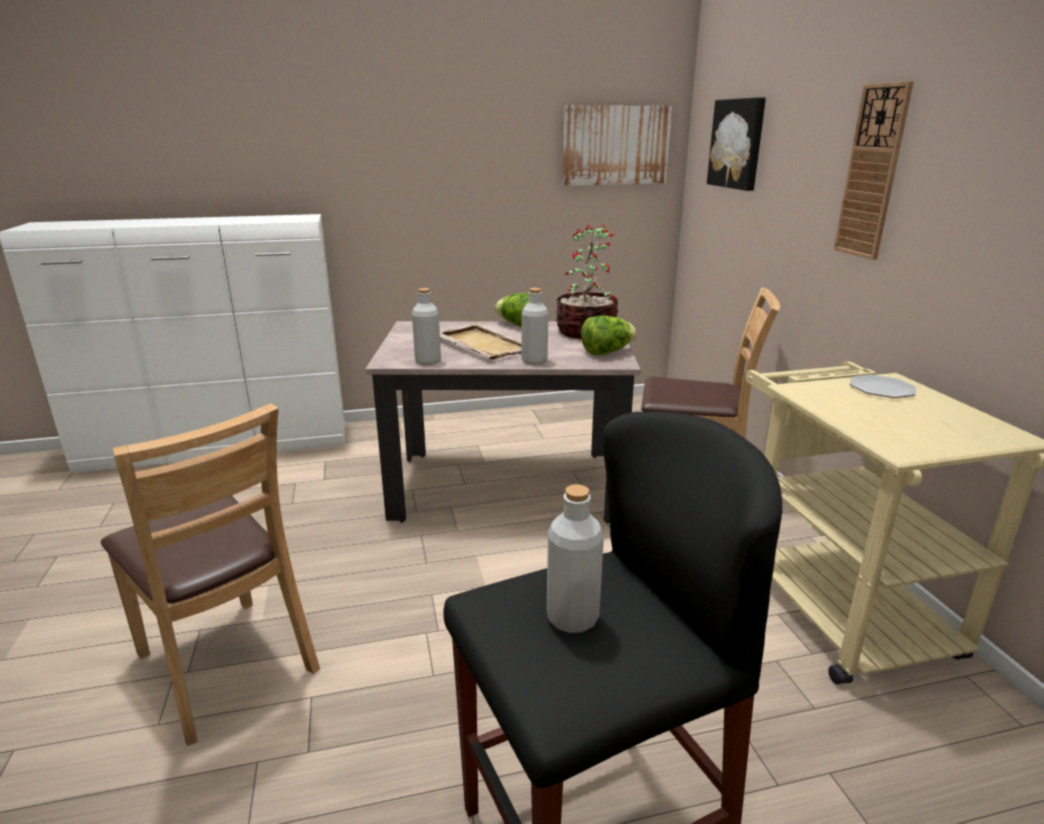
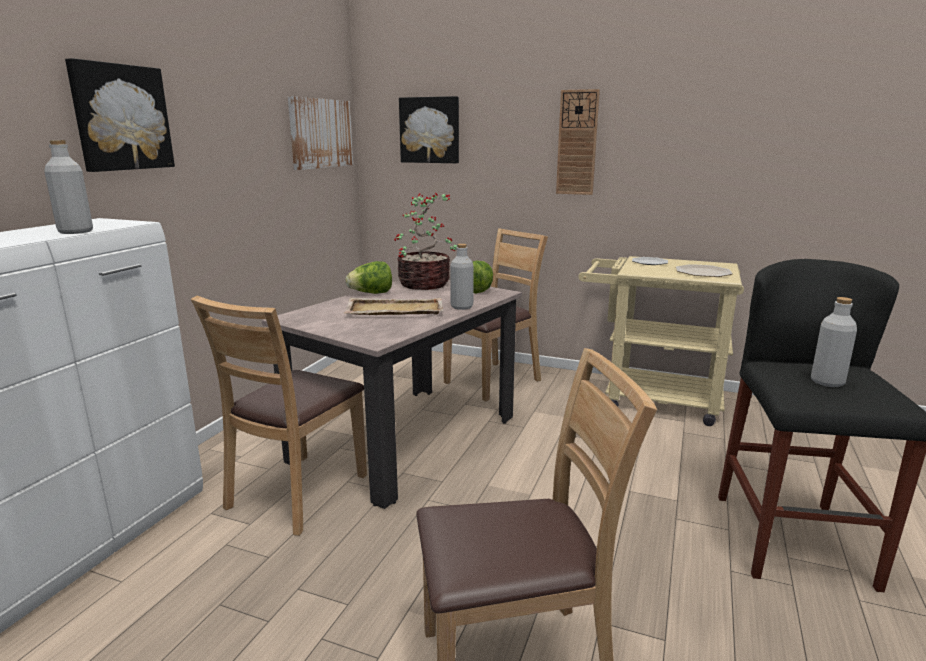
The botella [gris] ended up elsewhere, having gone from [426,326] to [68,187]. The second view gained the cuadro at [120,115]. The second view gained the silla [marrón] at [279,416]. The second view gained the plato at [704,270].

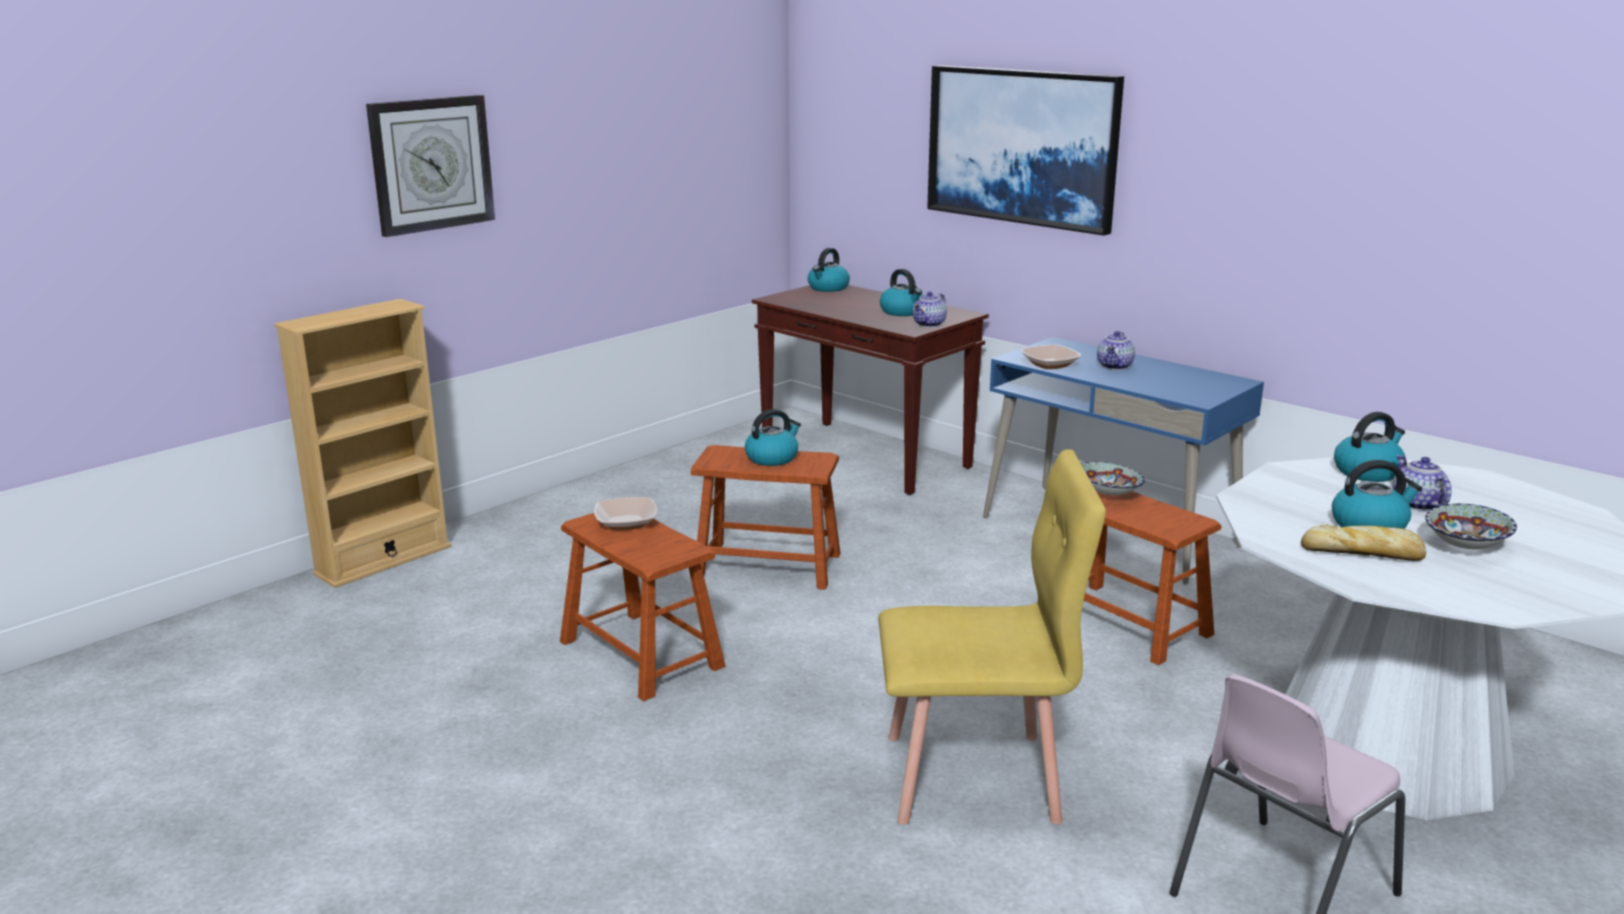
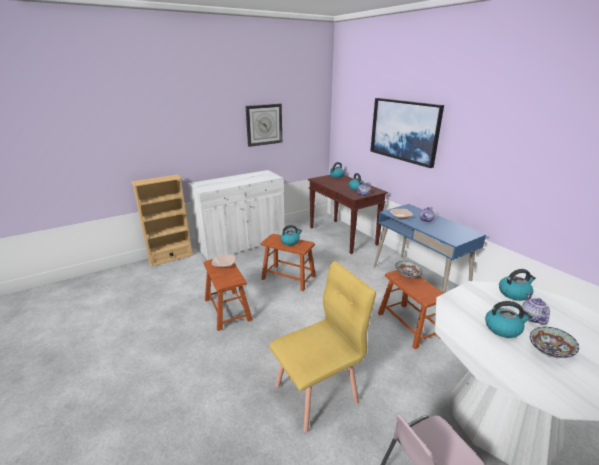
The reloj de pared ended up elsewhere, having gone from [430,166] to [264,125]. The silla [amarillo] at [992,637] ended up facing another way, 45 degrees counterclockwise from before. The second view lost the pan at [1363,542]. The second view gained the armario [blanco] at [236,215].

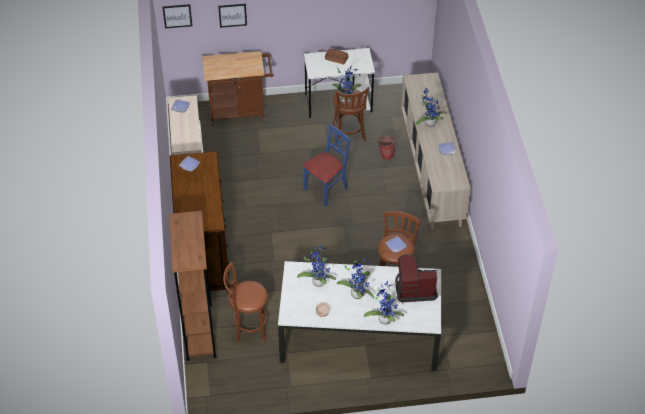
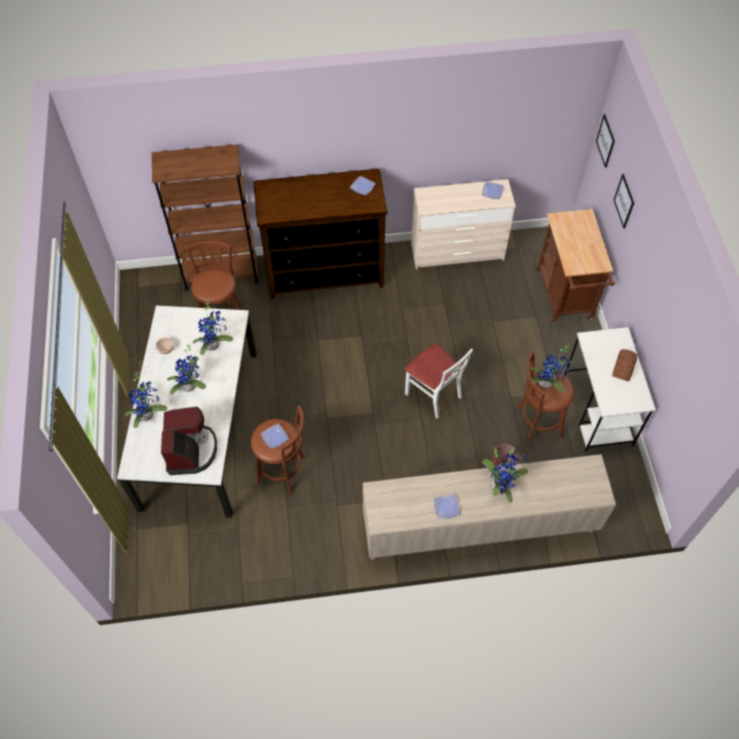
What was the silla [azul] at [326,165] turned into the silla [blanco] at [439,381].

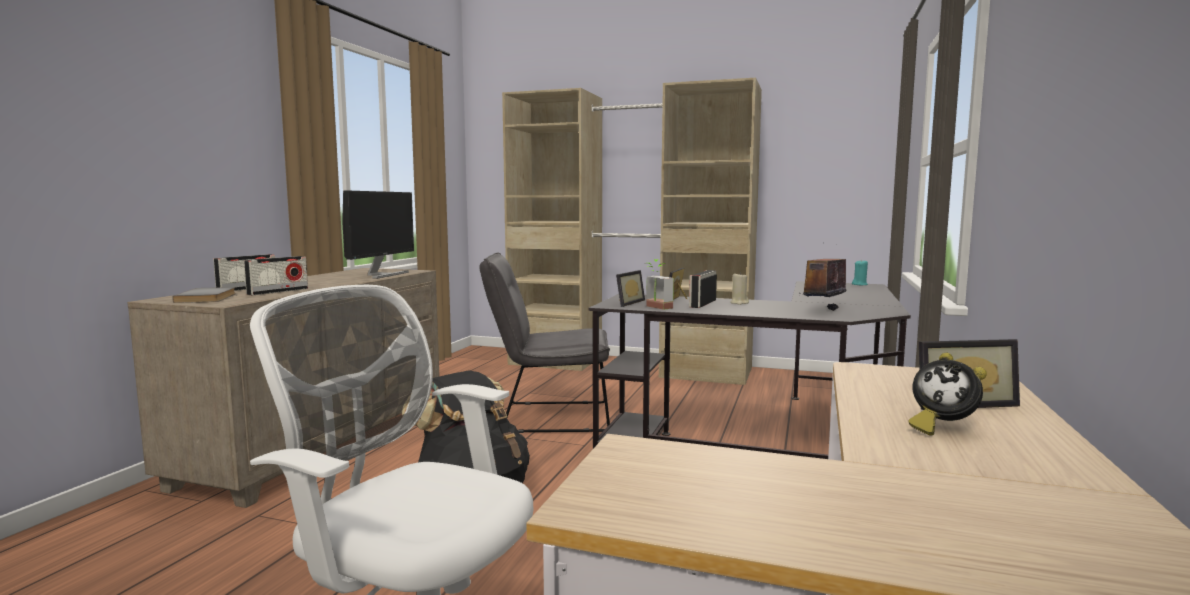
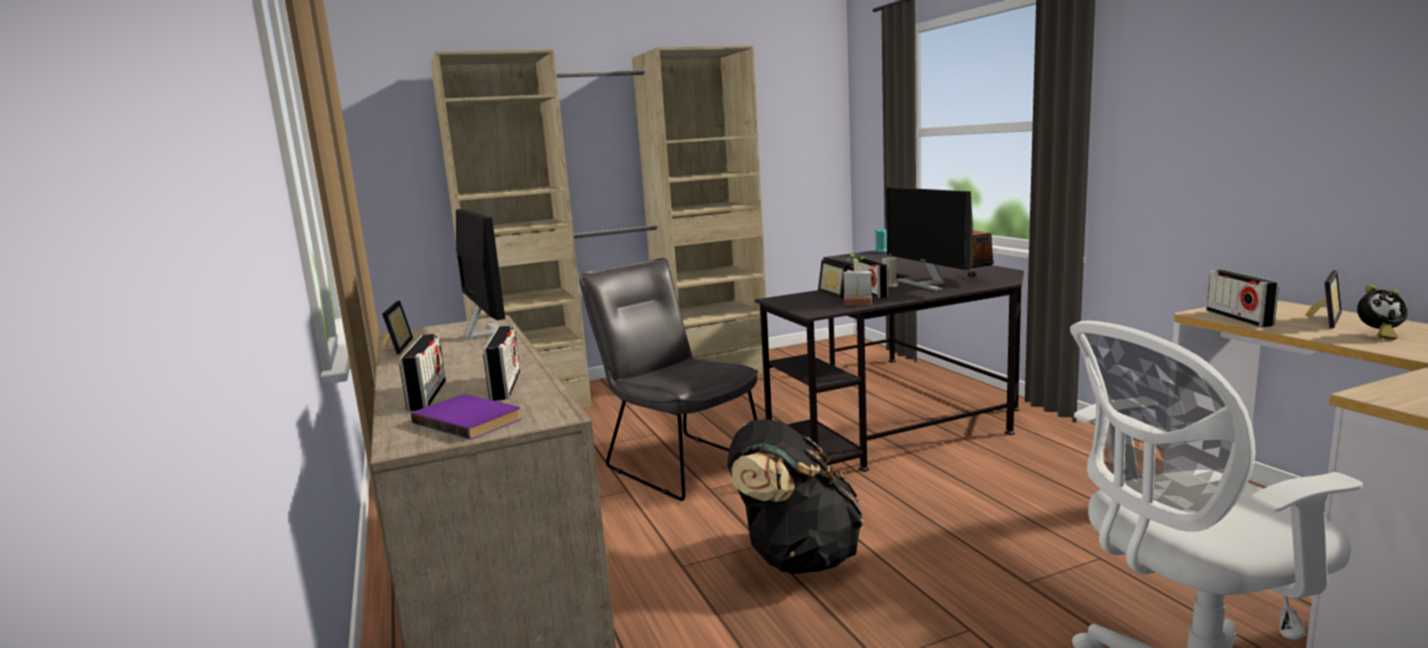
What was the libro [gris] at [204,295] turned into the libro [morado] at [466,417]. The silla [gris] at [544,343] ended up facing another way, 90 degrees clockwise from before. The portarretratos ended up elsewhere, having gone from [630,288] to [397,327]. The second view gained the monitor at [929,239]. The second view gained the radio at [1243,298].

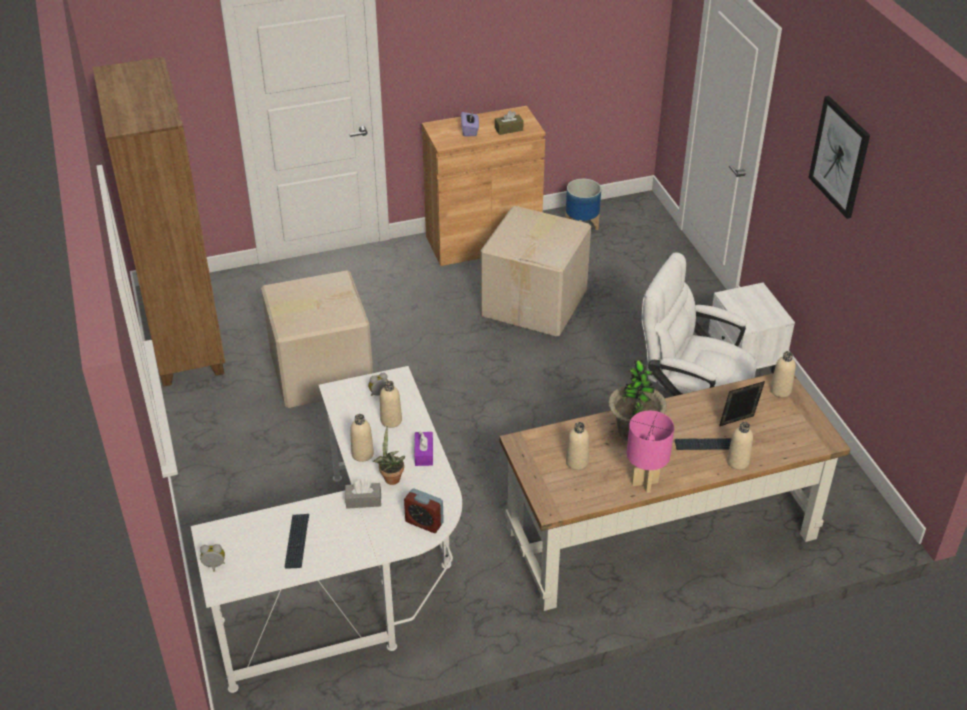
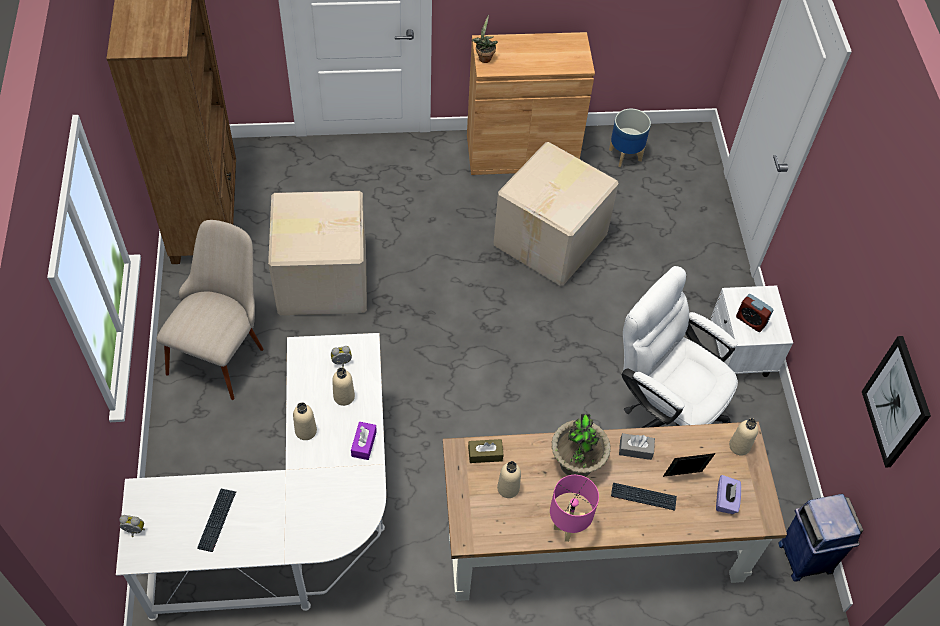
The caja de pañuelos [gris] ended up elsewhere, having gone from [363,494] to [637,446]. The planta en maceta ended up elsewhere, having gone from [389,455] to [485,39]. The despertador ended up elsewhere, having gone from [424,510] to [754,313]. The caja de pañuelos [morado] ended up elsewhere, having gone from [470,123] to [728,494]. The caja de pañuelos [marrón] ended up elsewhere, having gone from [509,123] to [485,451]. The second view lost the botella [beis] at [740,446]. The cuadro ended up elsewhere, having gone from [839,157] to [896,402]. The second view gained the silla [beis] at [210,310]. The second view gained the papelera [azul] at [821,538].

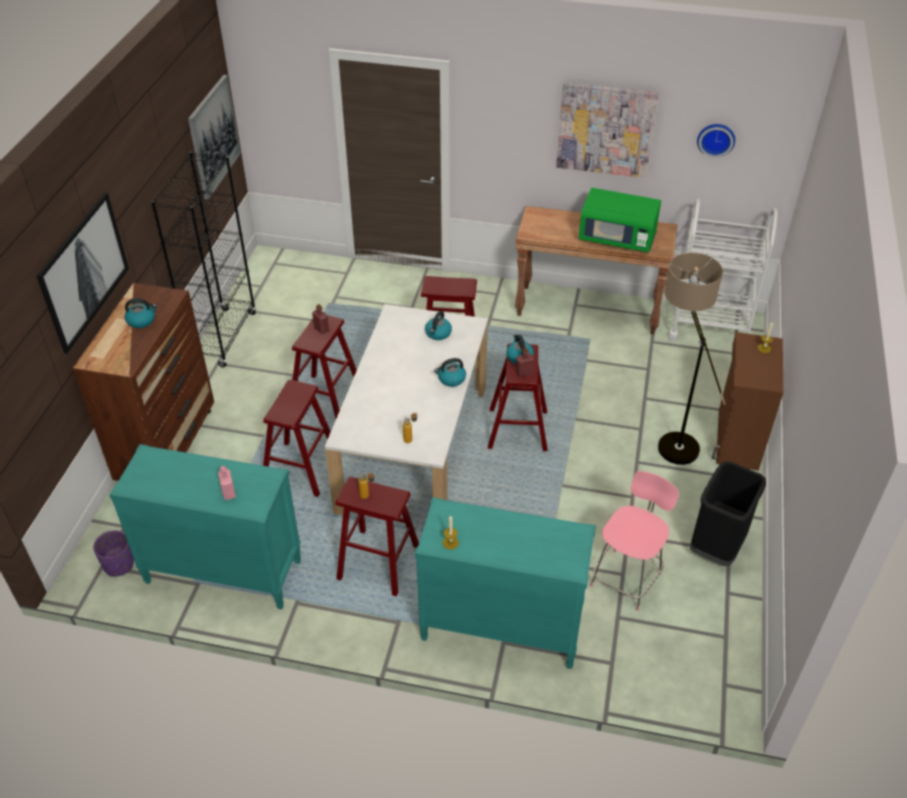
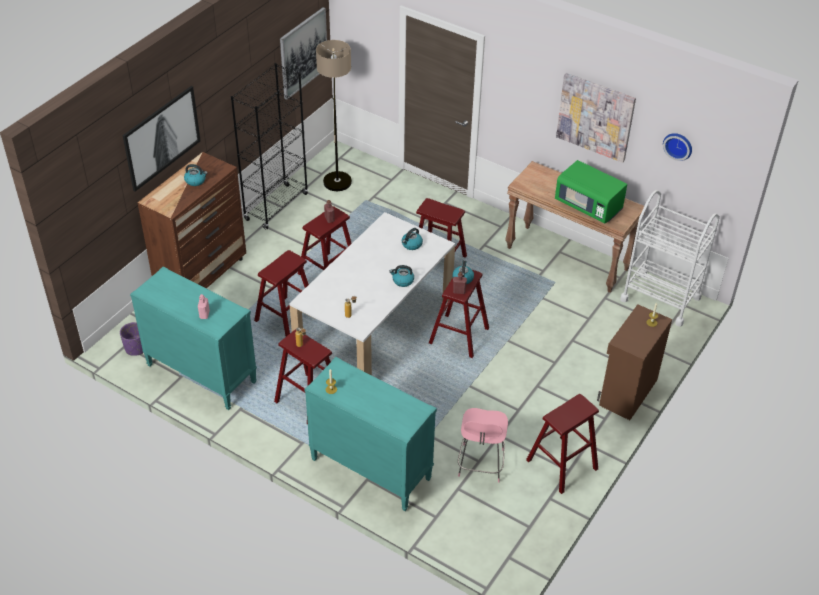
The silla [rosa] at [634,541] ended up facing another way, 135 degrees clockwise from before. The lámpara de pie ended up elsewhere, having gone from [691,359] to [334,115]. Where the papelera [negro] stood at [728,513], the taburete [rojo] came to stand at [562,444].

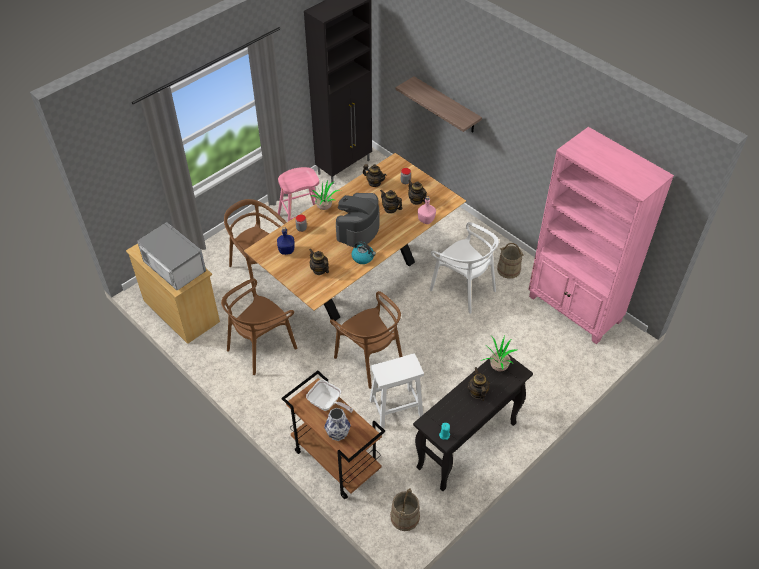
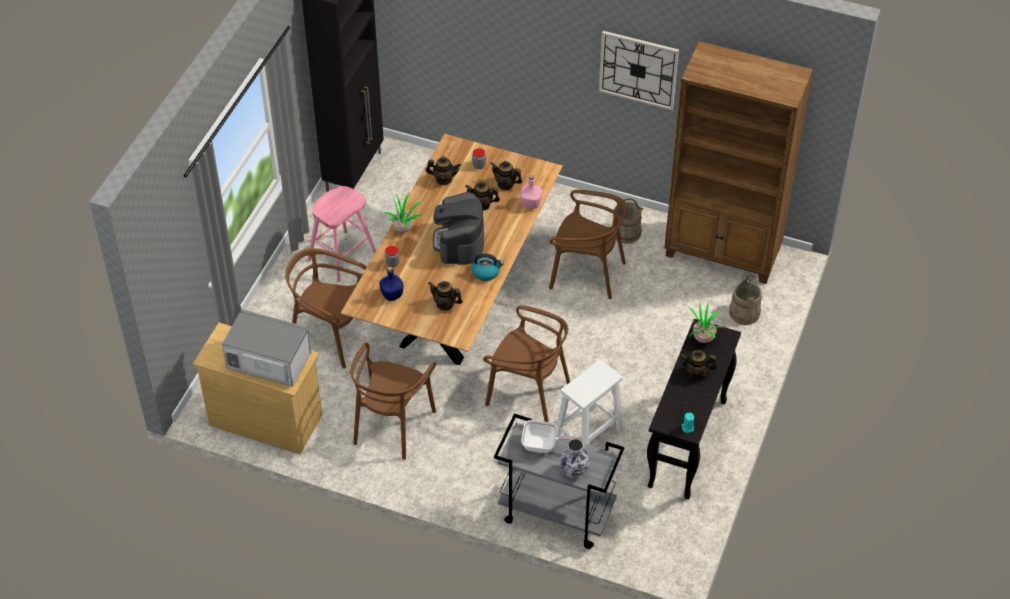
What was the carrito [marrón] at [333,435] turned into the carrito [gris] at [559,481]. The cubo [beis] ended up elsewhere, having gone from [405,509] to [745,301]. The second view lost the estante at [439,104]. What was the silla [blanco] at [464,268] turned into the silla [marrón] at [588,244]. The tetera at [479,384] ended up facing another way, 45 degrees counterclockwise from before. What was the estantería [rosa] at [601,235] turned into the estantería [marrón] at [738,162]. The second view gained the reloj de pared at [639,70].

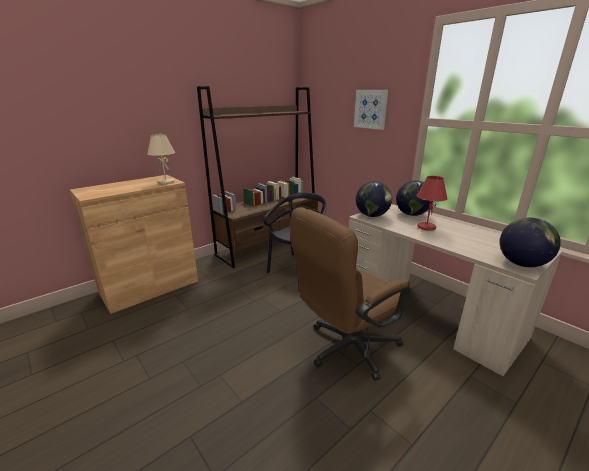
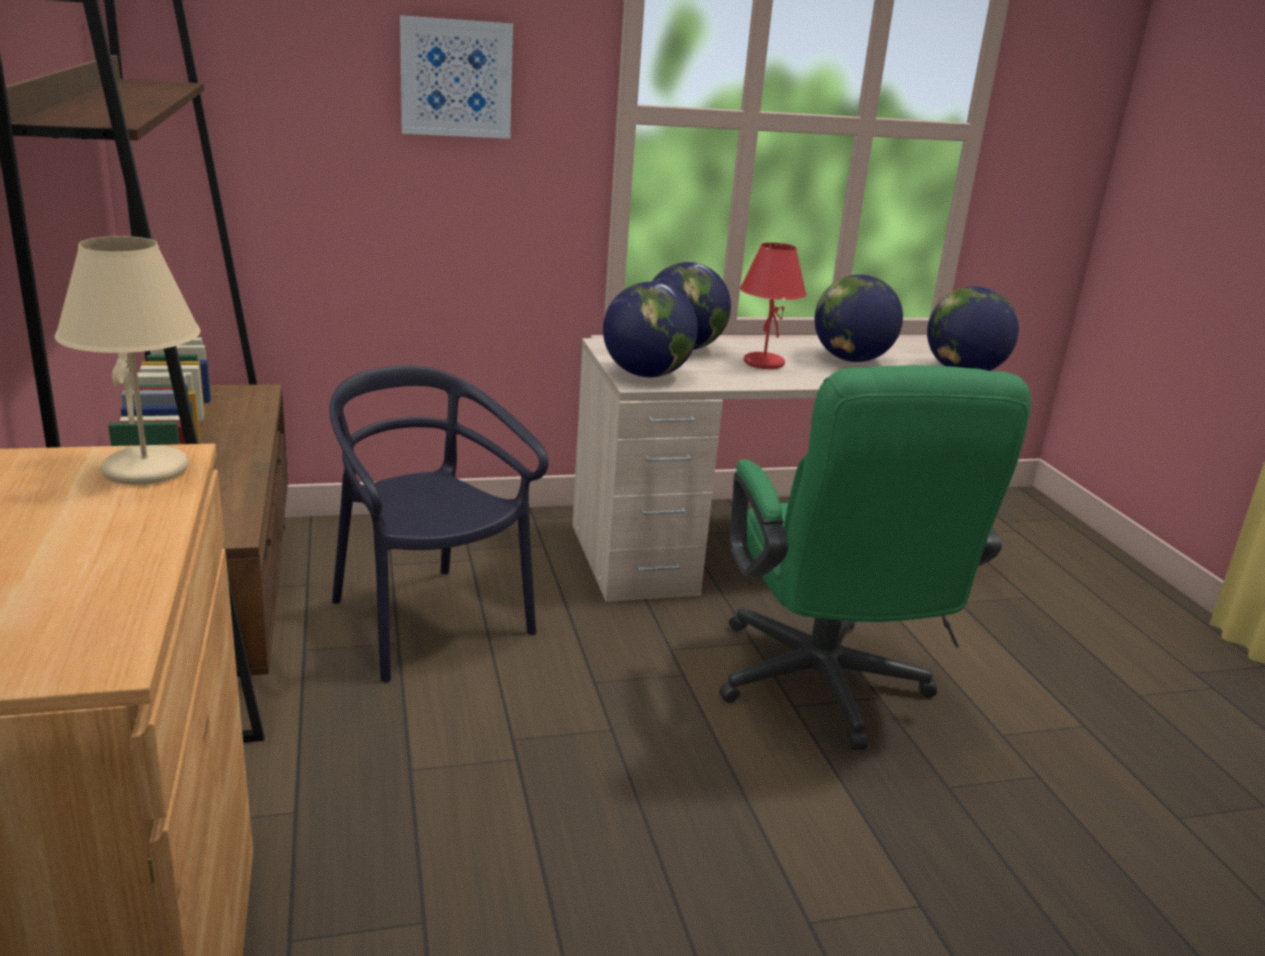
What was the silla de oficina [marrón] at [349,294] turned into the silla de oficina [verde] at [875,557]. The second view gained the globo terráqueo at [859,318].

